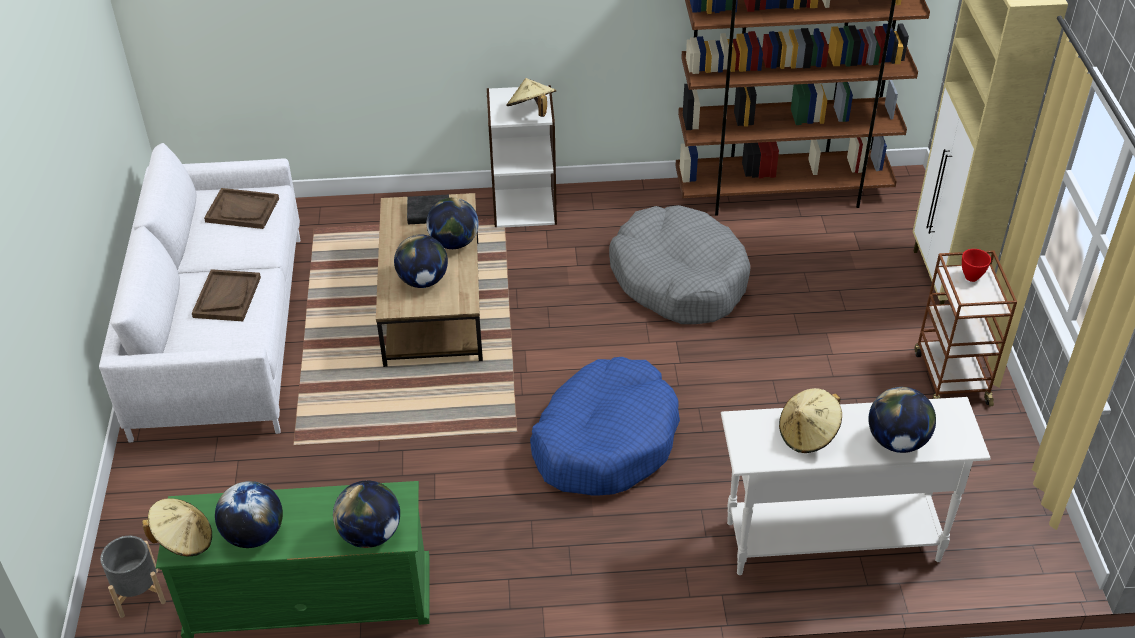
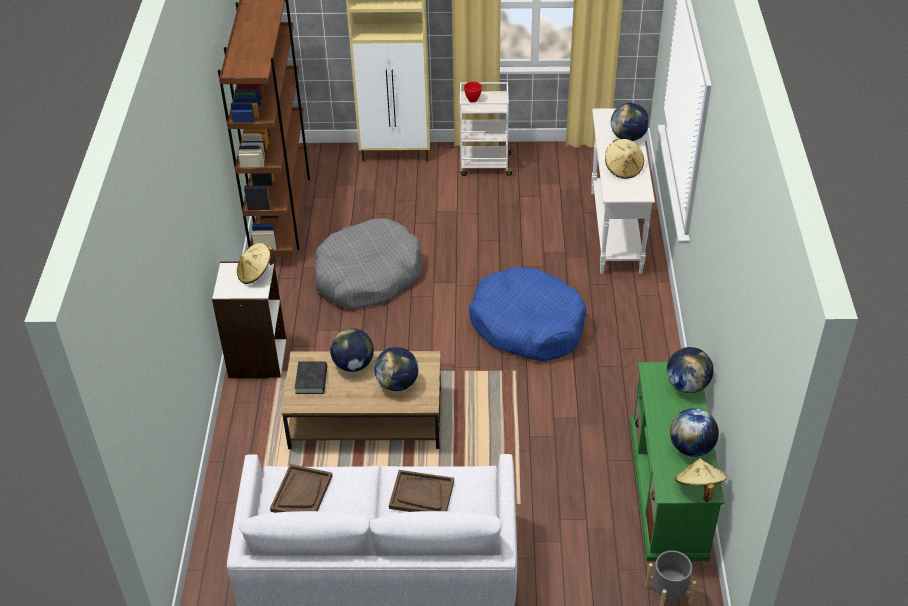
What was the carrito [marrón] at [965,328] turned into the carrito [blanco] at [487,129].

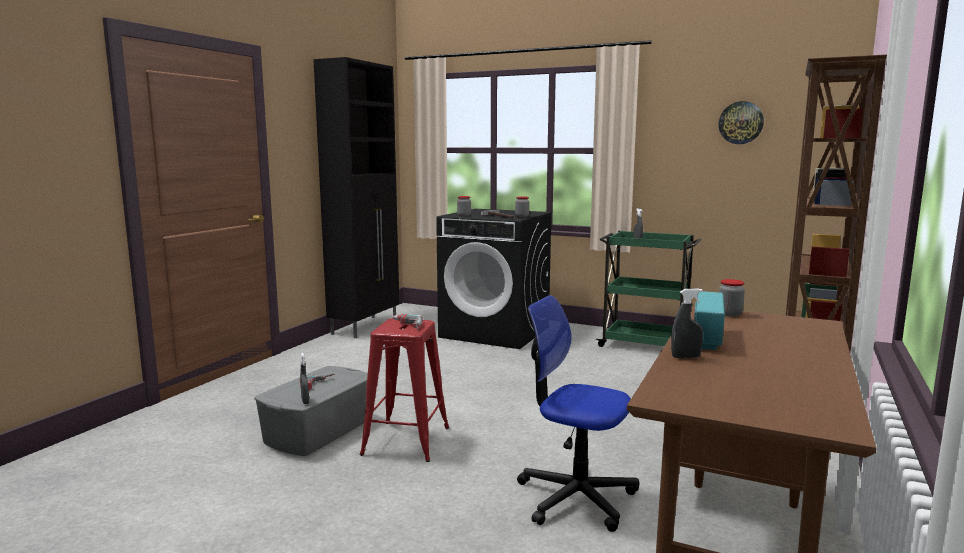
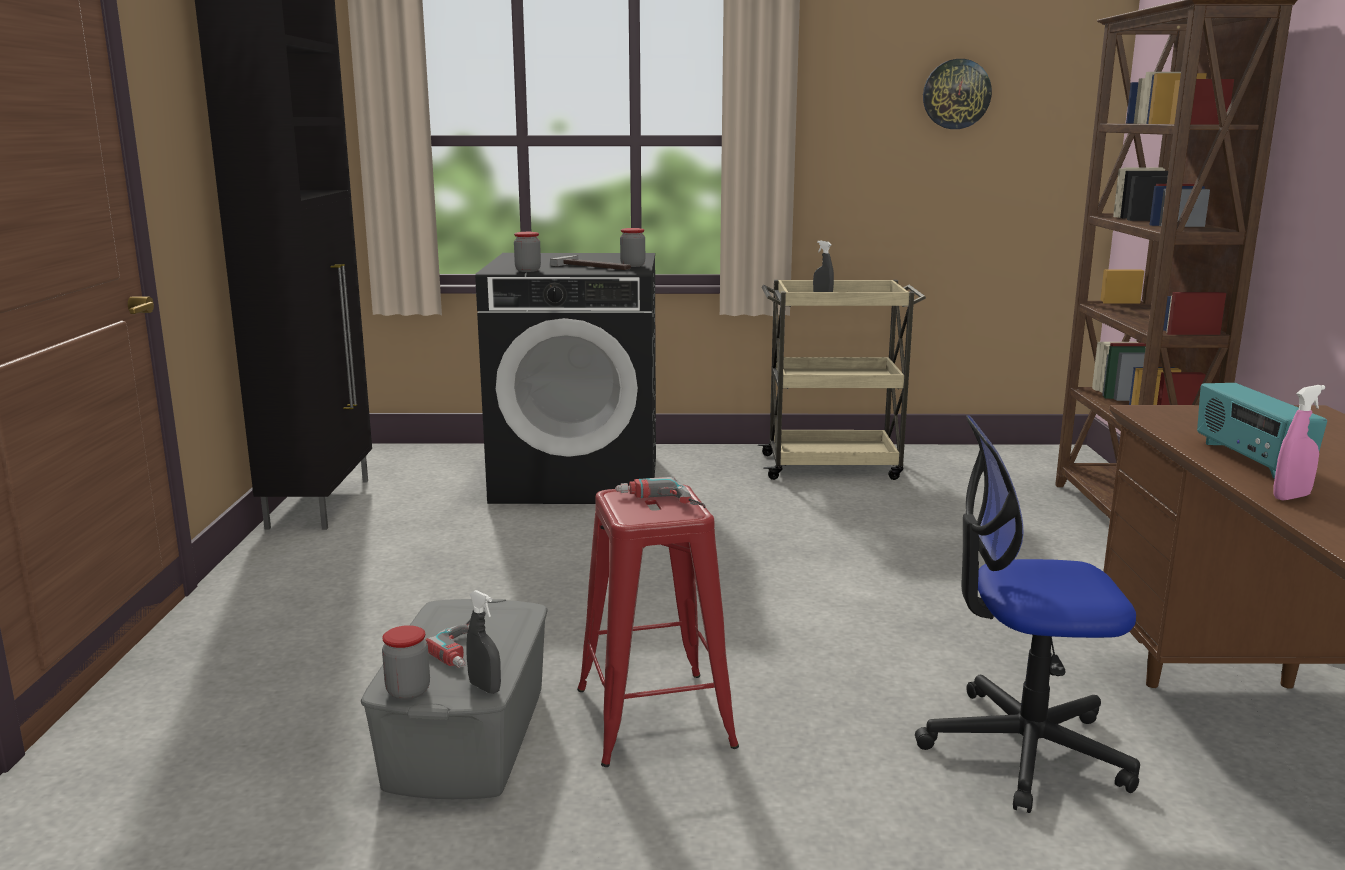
What was the carrito [verde] at [648,289] turned into the carrito [beis] at [842,380]. What was the pulverizador [gris] at [687,323] turned into the pulverizador [rosa] at [1299,443]. The tarro ended up elsewhere, having gone from [732,298] to [406,662].

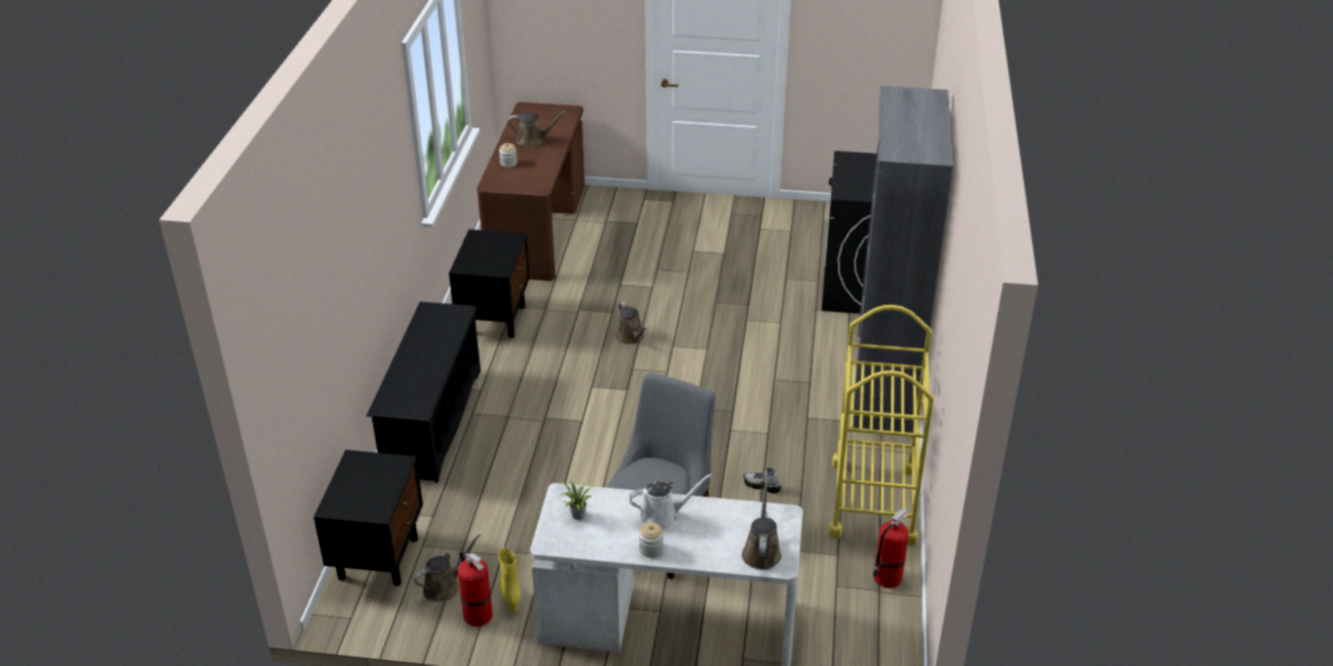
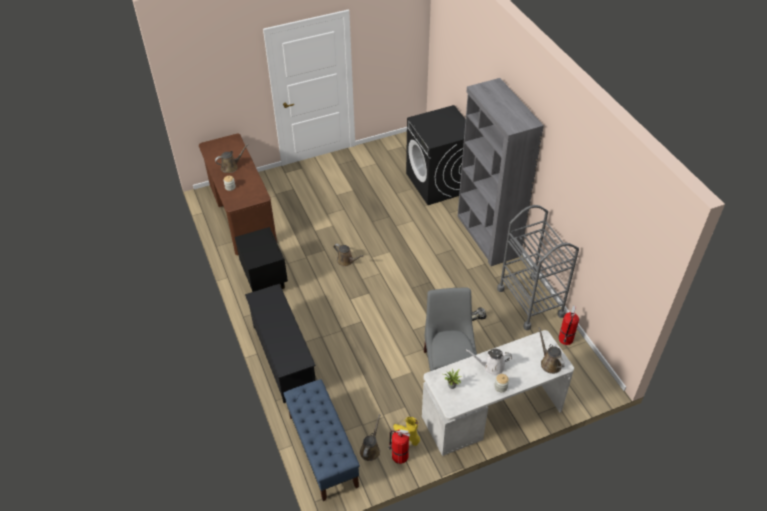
Where the mesita de noche [negro] stood at [368,518], the banco [azul] came to stand at [322,440]. The regadera [blanco] at [671,502] ended up facing another way, 135 degrees counterclockwise from before. What was the carrito [amarillo] at [881,425] turned into the carrito [gris] at [538,267].

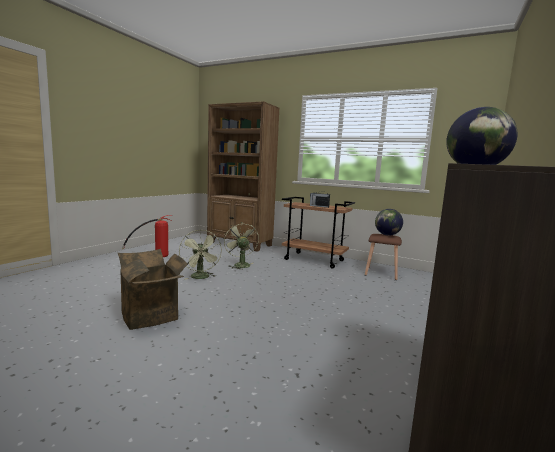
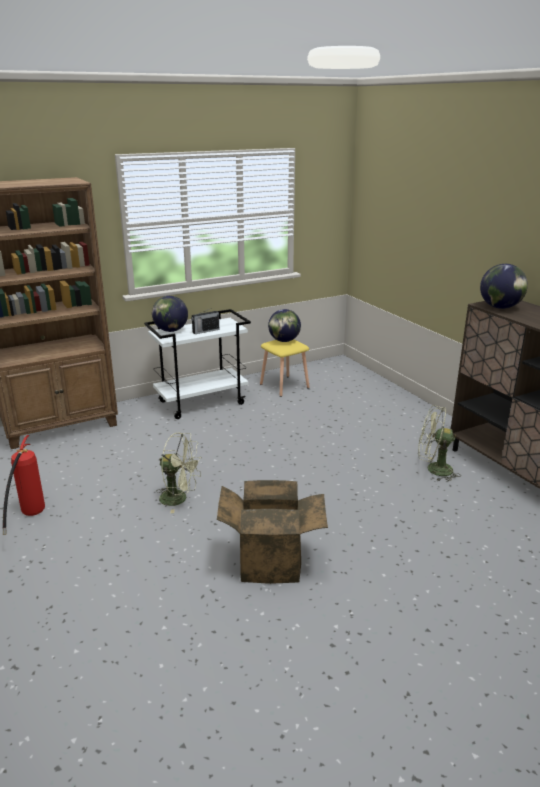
The ventilador [verde] ended up elsewhere, having gone from [241,247] to [439,443]. What was the carrito [marrón] at [318,233] turned into the carrito [blanco] at [197,364]. What was the taburete [marrón] at [383,257] turned into the taburete [amarillo] at [285,368]. The second view gained the globo terráqueo at [170,314].

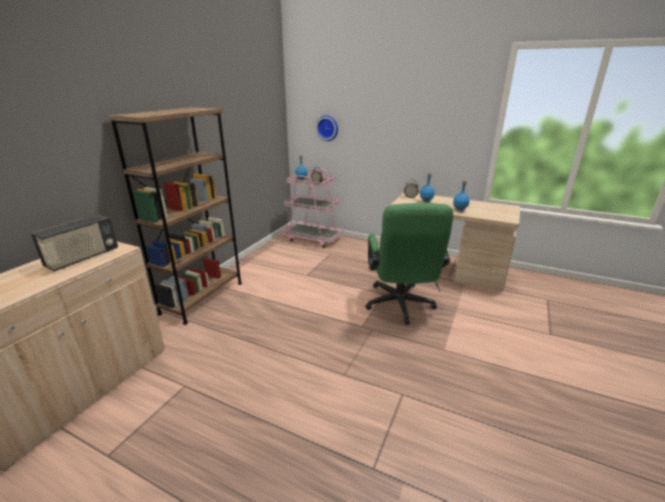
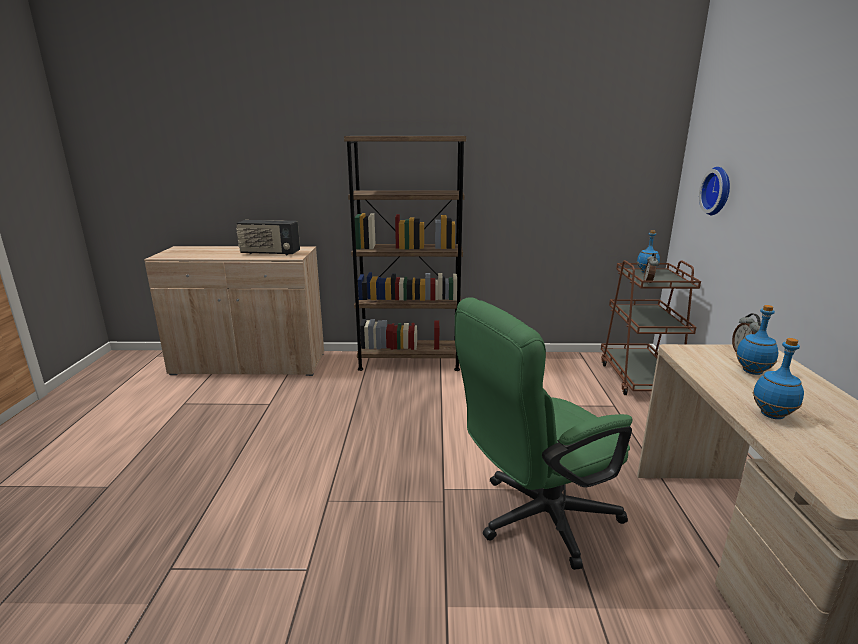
What was the carrito [rosa] at [313,208] turned into the carrito [marrón] at [651,327].

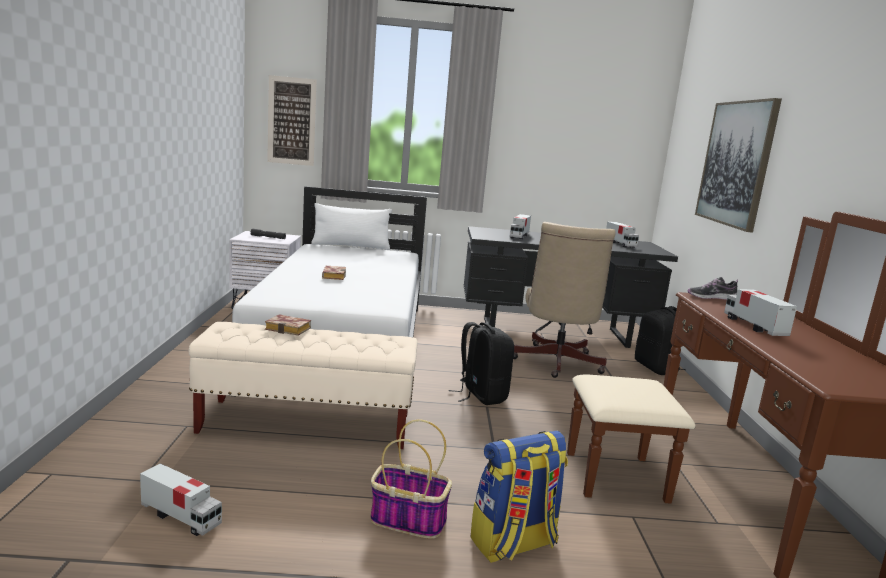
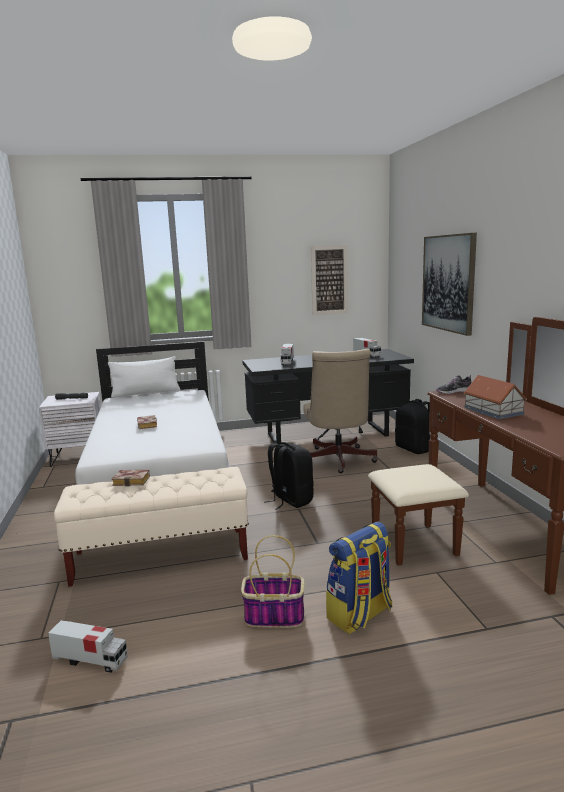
The cuadro ended up elsewhere, having gone from [292,120] to [329,280]. Where the camión de juguete stood at [760,312], the casita came to stand at [495,397].

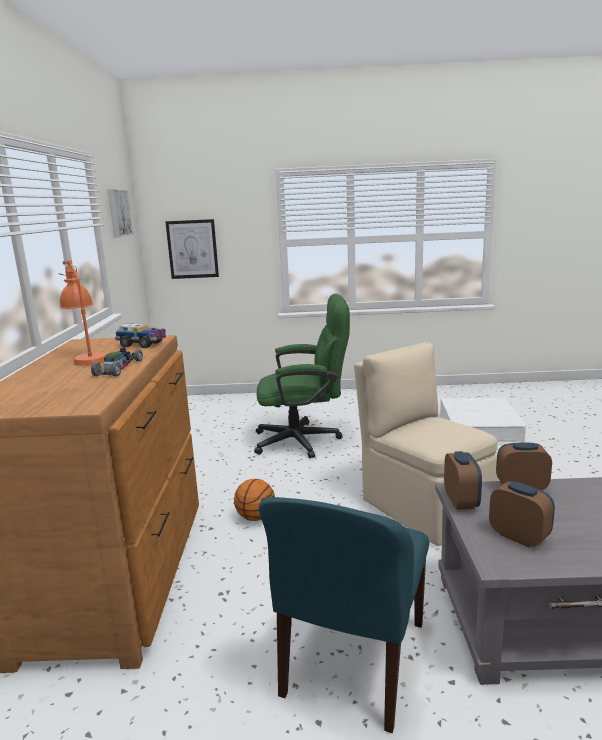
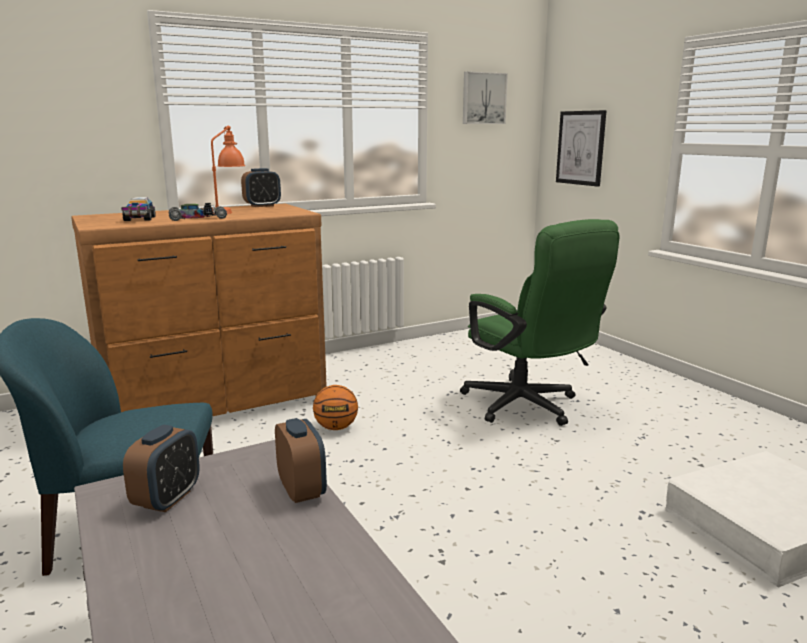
The camión de juguete ended up elsewhere, having gone from [140,336] to [138,209]. The second view lost the silla [beis] at [426,444]. The despertador ended up elsewhere, having gone from [463,480] to [261,187].

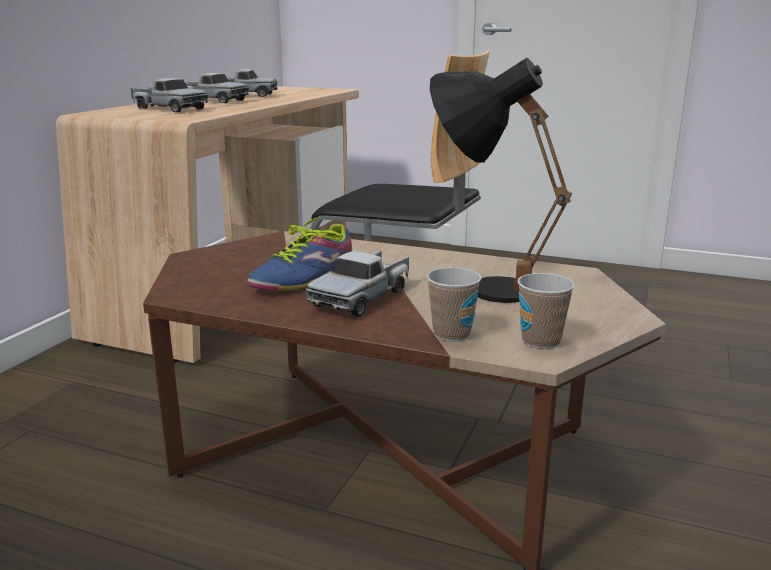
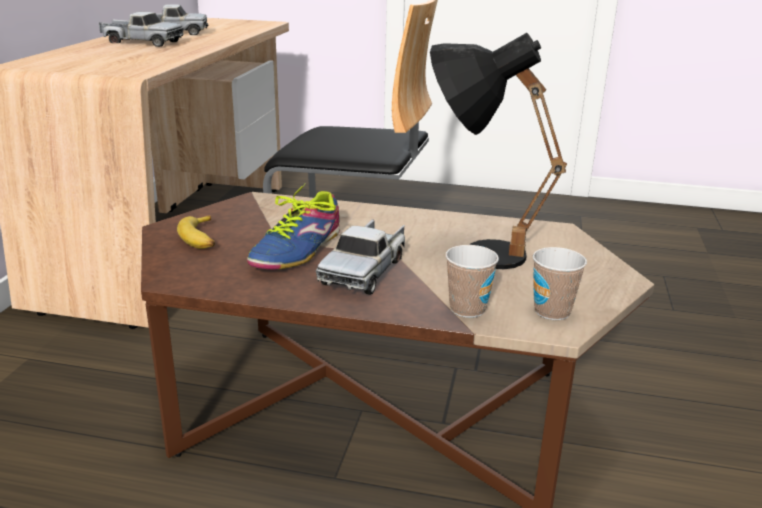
The second view lost the camión de juguete at [169,95]. The second view gained the plátano at [196,232].

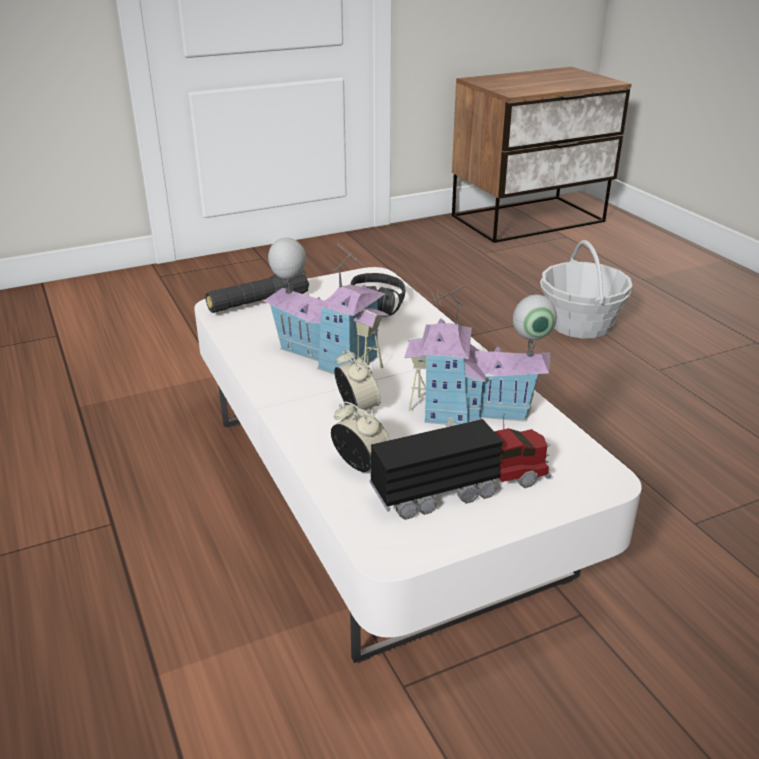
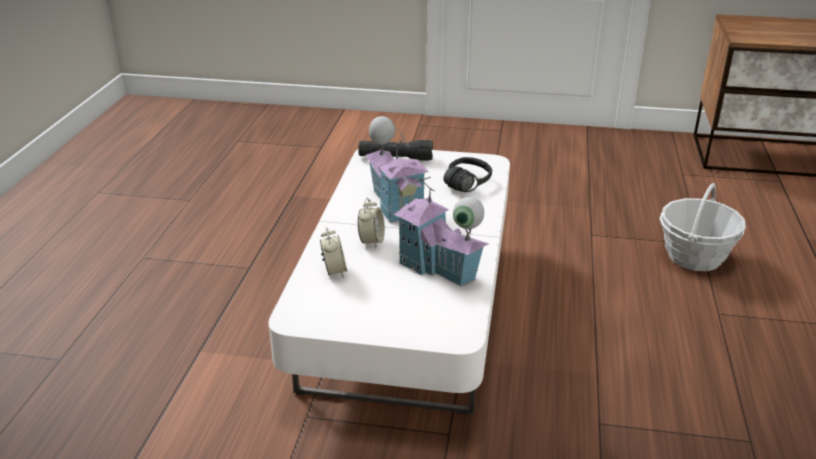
The second view lost the camión de juguete at [461,467].

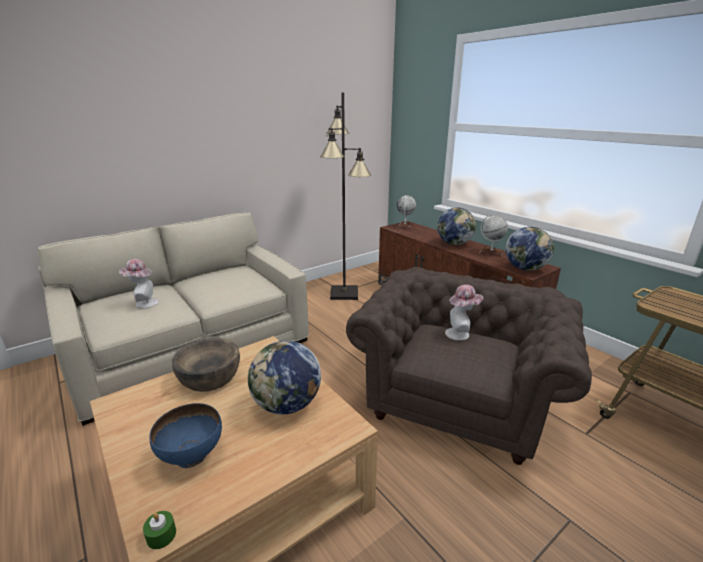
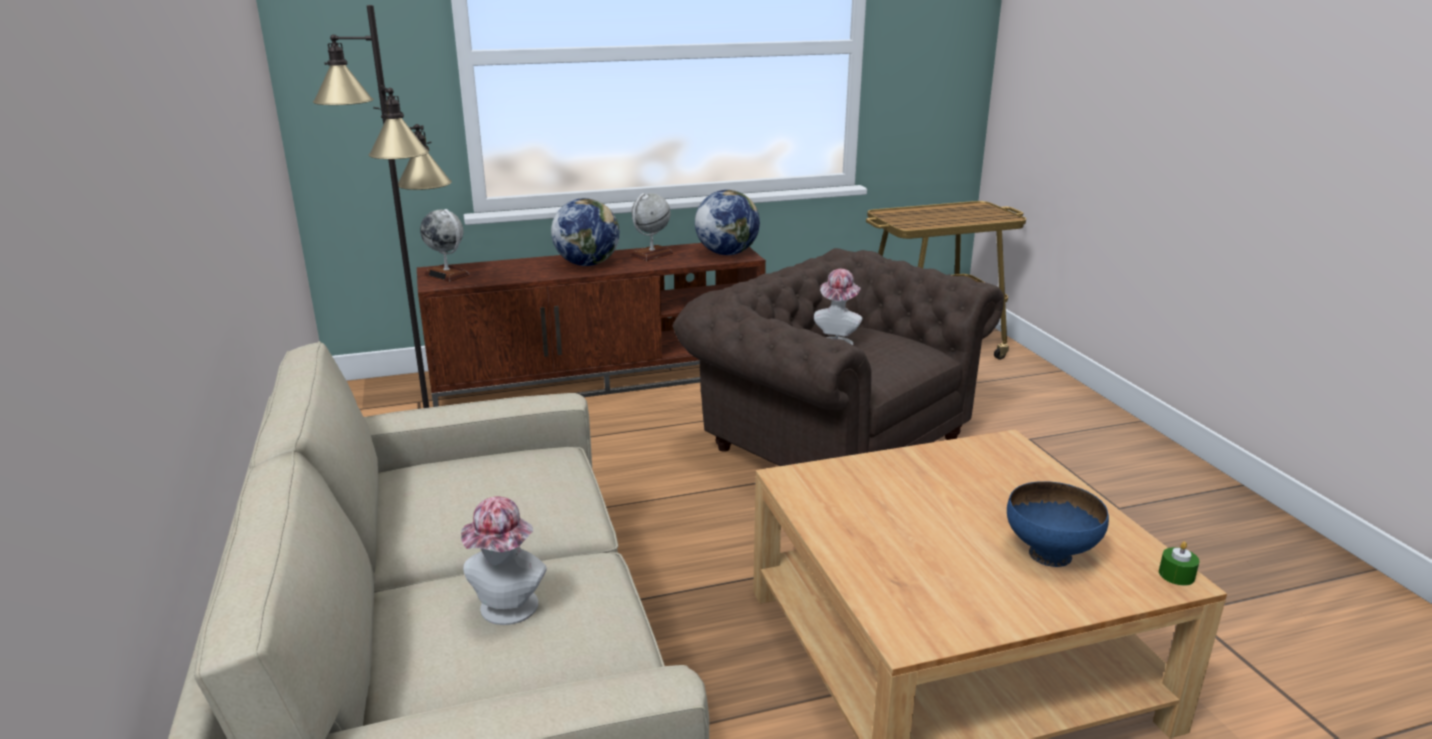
The second view lost the cuenco [marrón] at [206,365]. The second view lost the globo terráqueo at [284,378].

